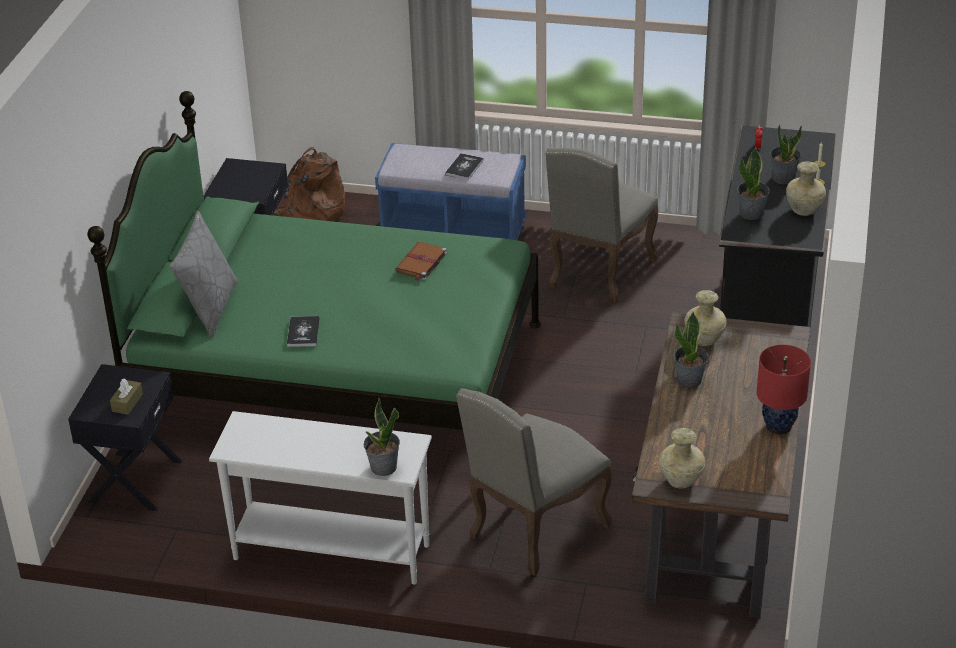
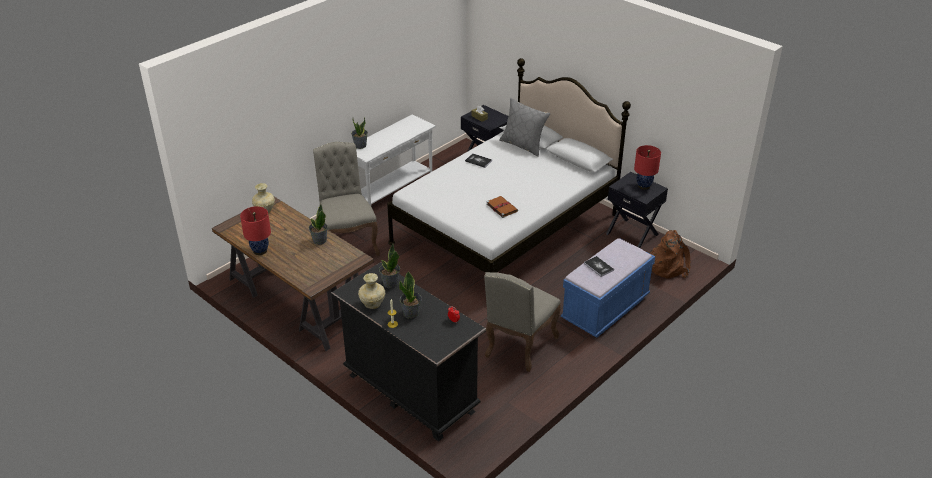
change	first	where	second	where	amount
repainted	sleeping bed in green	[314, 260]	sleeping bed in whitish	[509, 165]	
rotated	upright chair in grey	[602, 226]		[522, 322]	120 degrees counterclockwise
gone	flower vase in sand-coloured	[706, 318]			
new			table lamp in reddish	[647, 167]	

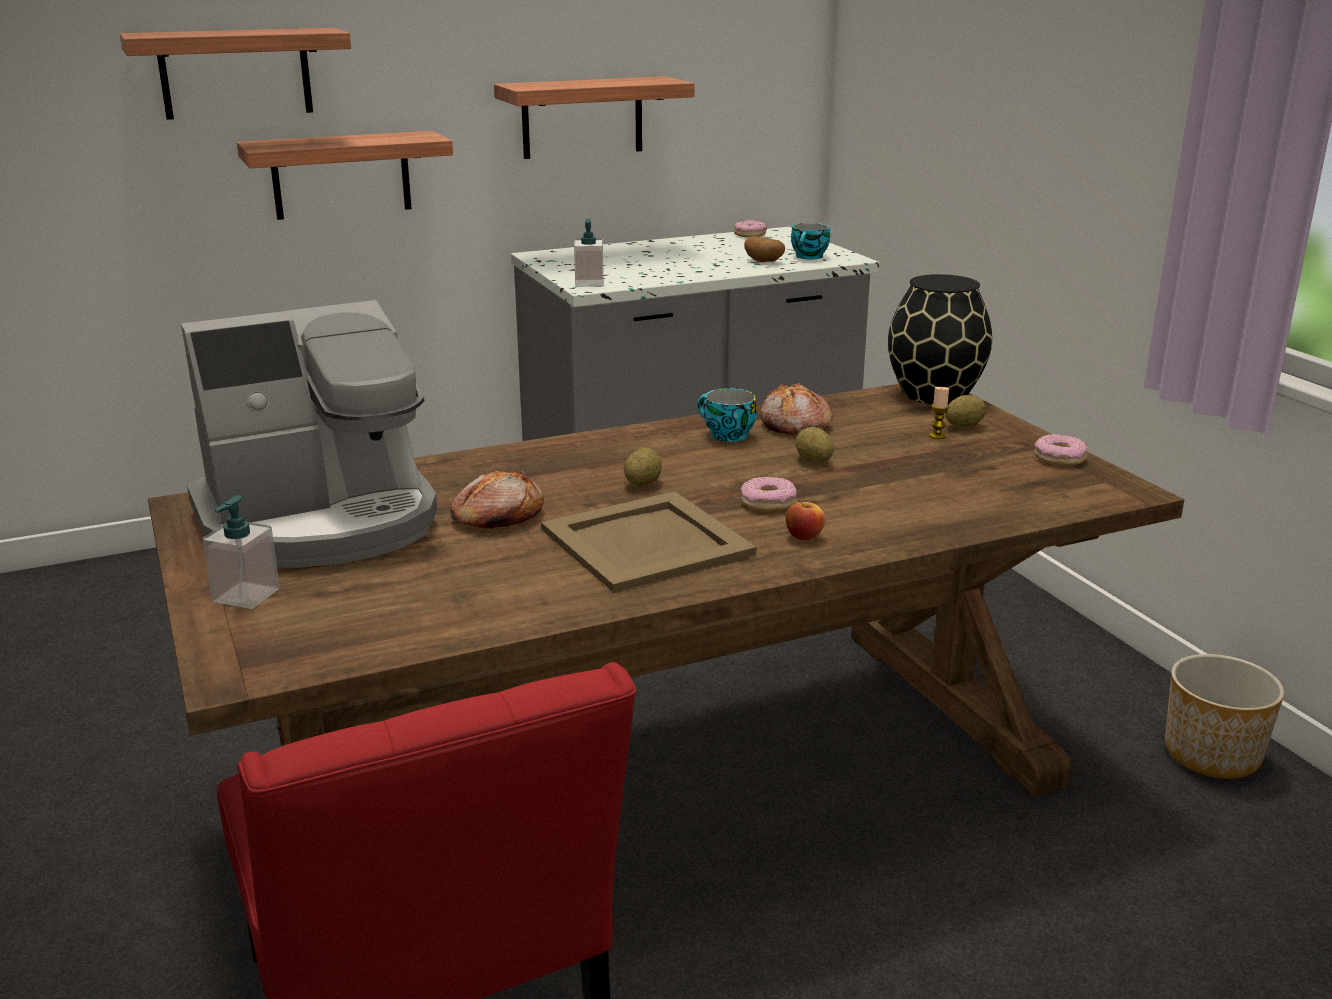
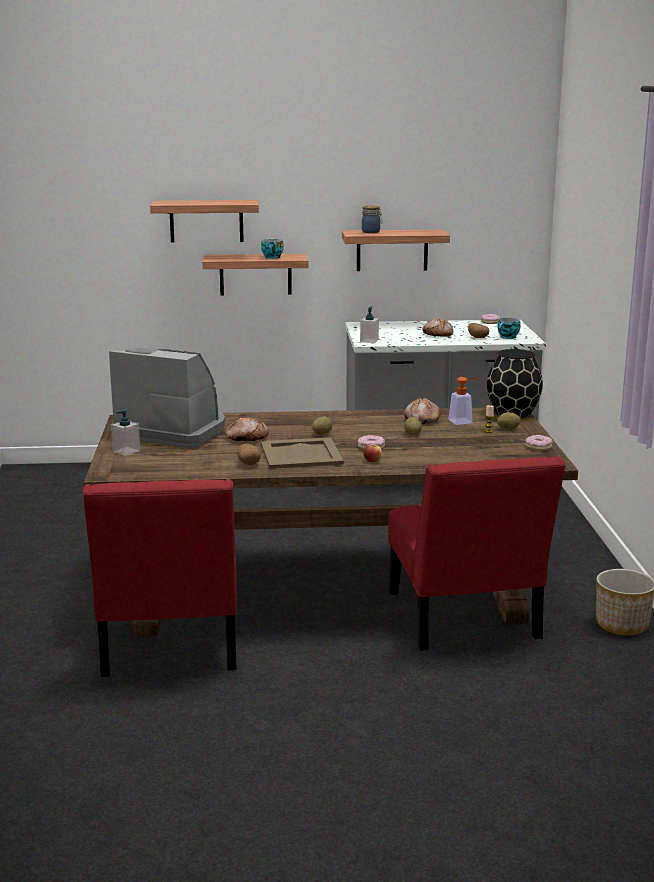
change	first	where	second	where	amount
rotated	coffee machine	[309, 434]		[167, 398]	150 degrees counterclockwise
shifted	cup	[727, 415]		[272, 249]	
new			storage jar	[372, 219]	
new			bread	[437, 327]	
new			soap dispenser	[464, 401]	
new			whole potato	[249, 454]	
new			upright chair in reddish	[477, 553]	

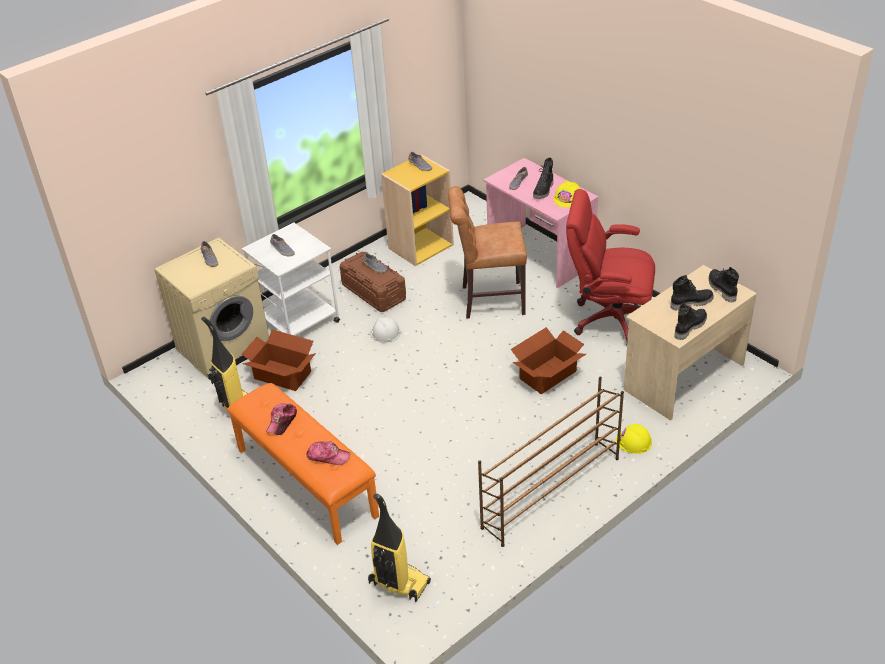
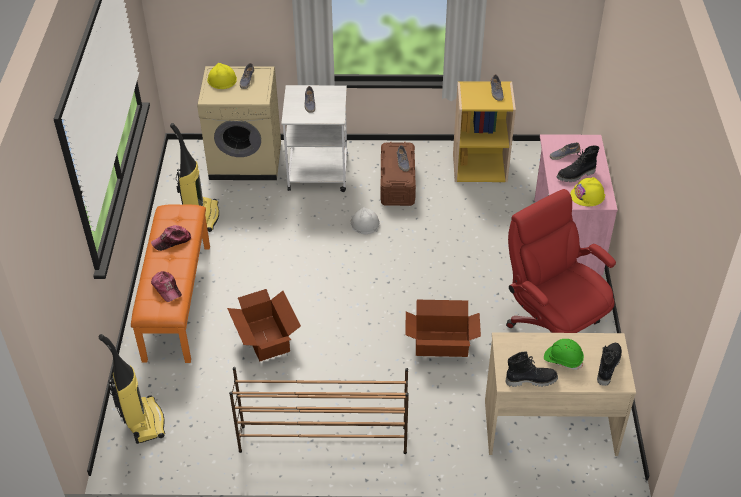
change	first	where	second	where	amount
gone	upright chair in brown-coloured	[487, 252]			
swapped	high-top boot in black	[692, 293]	work helmet in green	[564, 354]	
shifted	packing box	[279, 360]		[264, 325]	
shifted	work helmet in yellow-coloured	[633, 439]		[222, 76]	

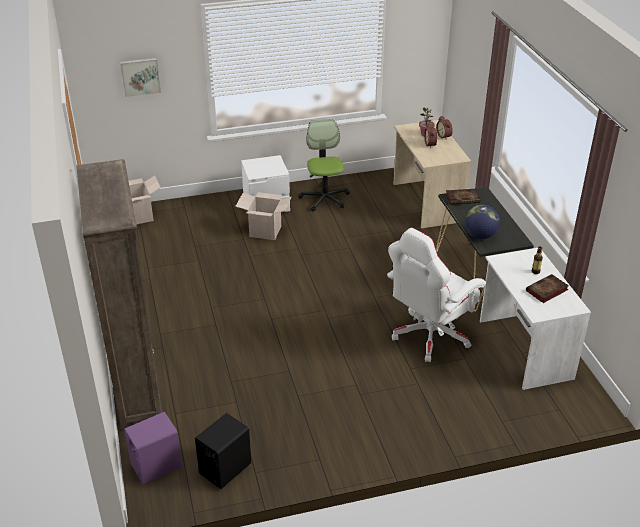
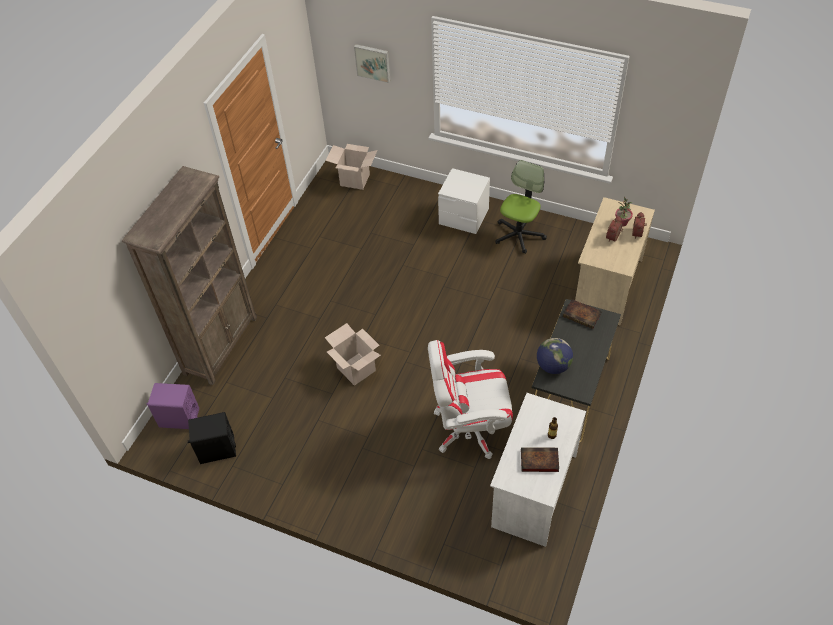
change	first	where	second	where	amount
shifted	packing box	[263, 216]		[353, 354]	

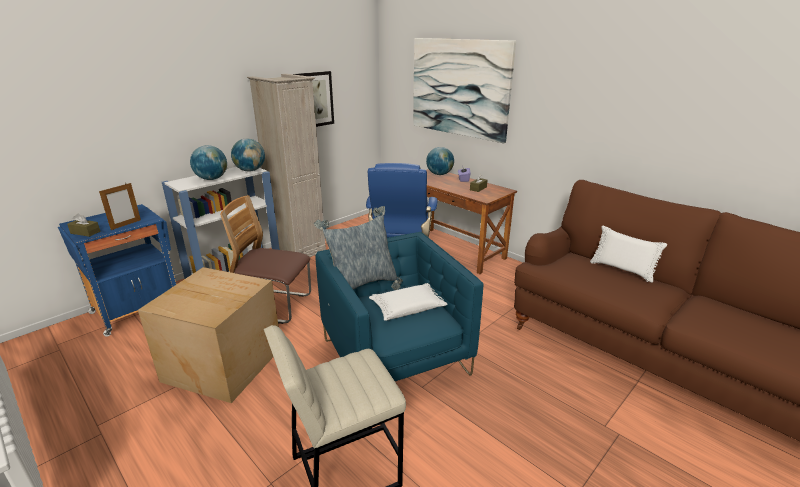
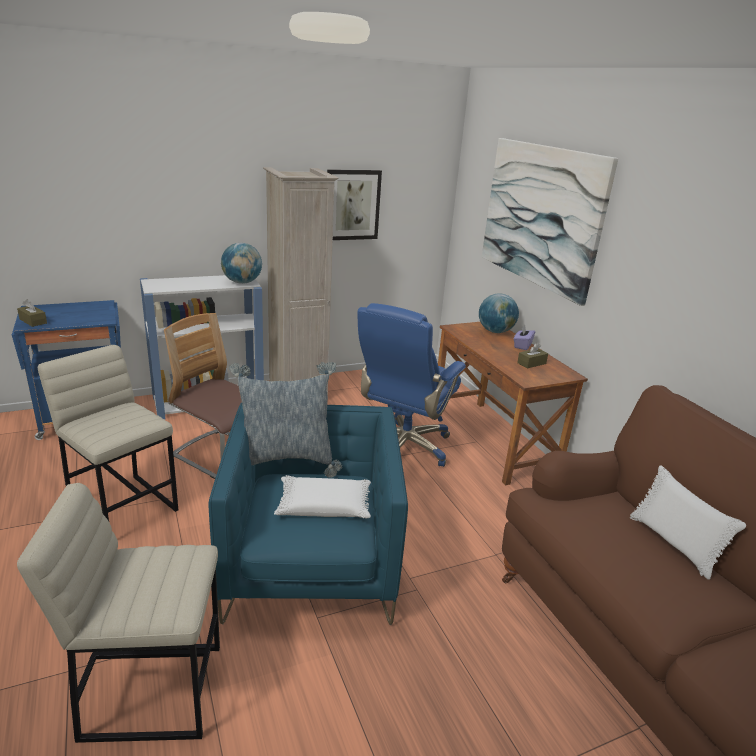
change	first	where	second	where	amount
gone	desk globe	[208, 162]			
gone	picture frame	[120, 206]			
swapped	packing box	[208, 335]	upright chair in sand-coloured	[108, 433]	

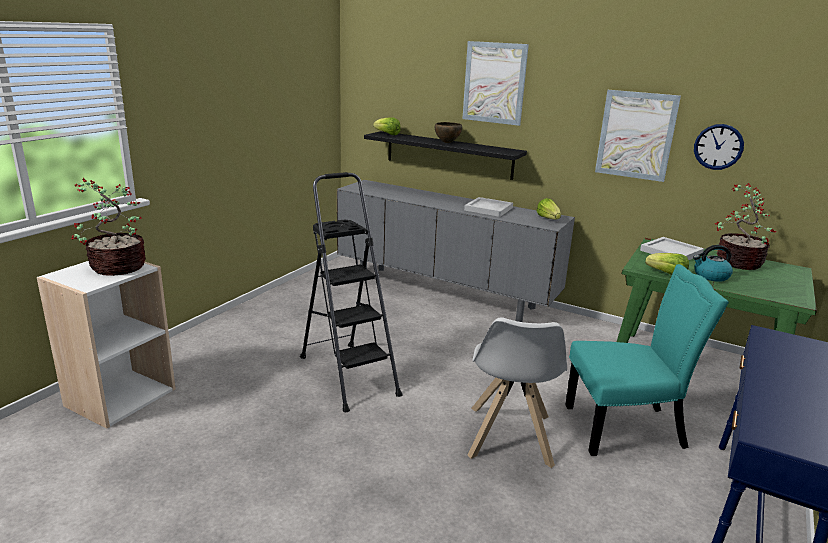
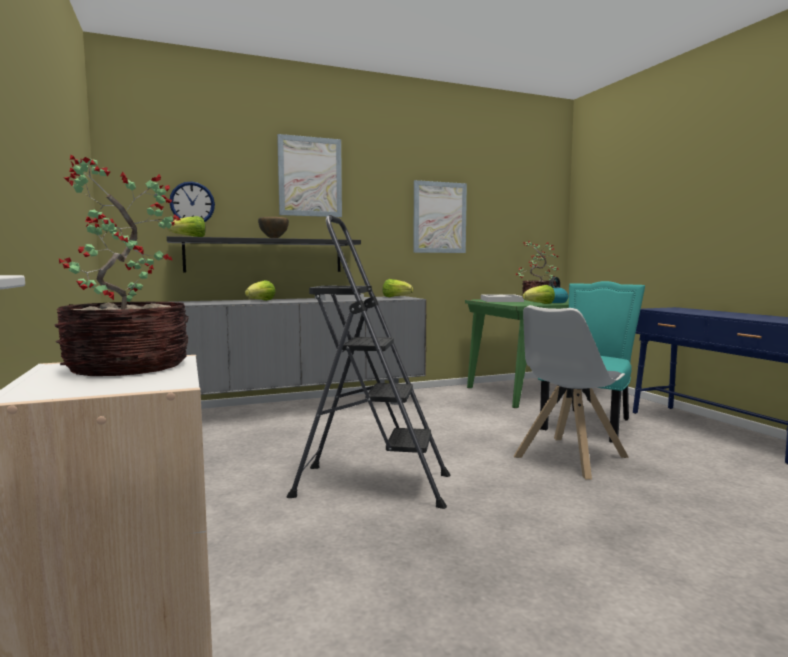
change	first	where	second	where	amount
shifted	clock on the wall	[719, 147]		[192, 201]	
rotated	upright chair	[517, 392]		[571, 392]	90 degrees clockwise
new			head of lettuce	[260, 290]	

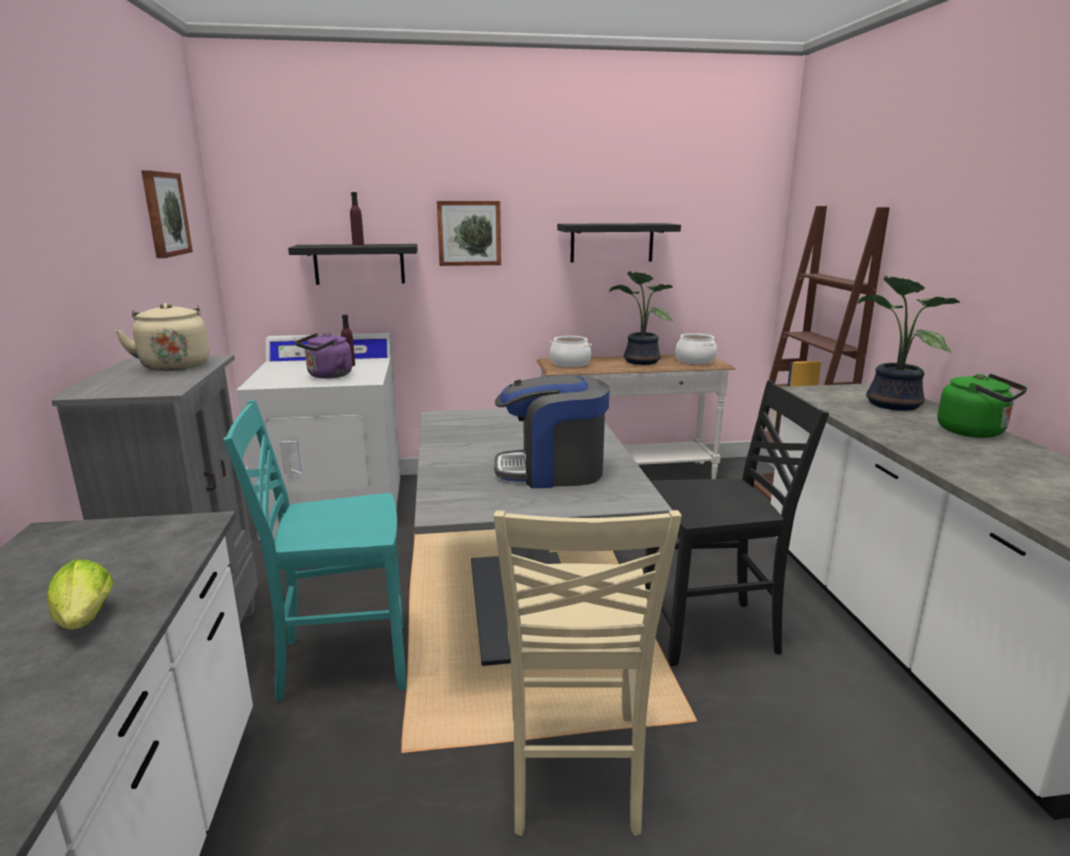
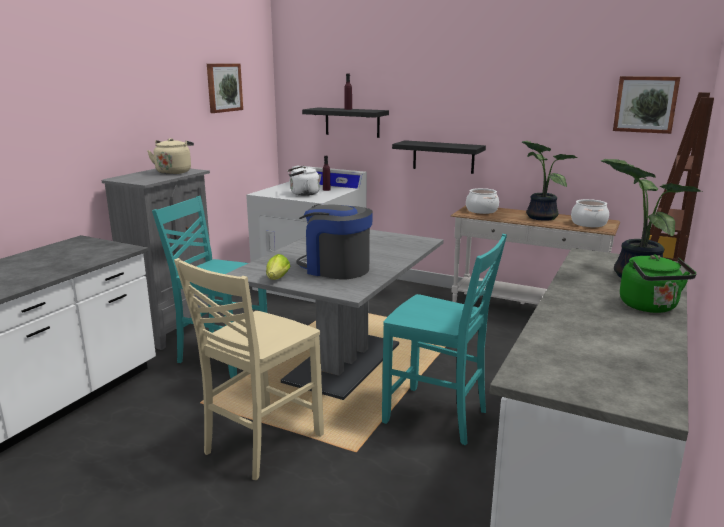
change	first	where	second	where	amount
shifted	wall picture	[469, 233]		[646, 105]	
shifted	shelf in black	[619, 243]		[439, 157]	
repainted	tea kettle in purple	[323, 356]	tea kettle in whitish	[304, 181]	
repainted	upright chair in black	[736, 523]	upright chair in blue-green	[444, 339]	
shifted	head of lettuce	[80, 595]		[278, 267]	

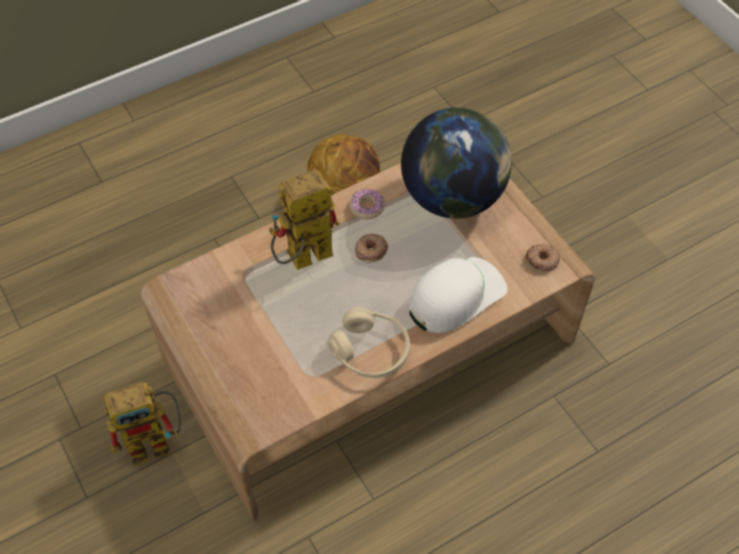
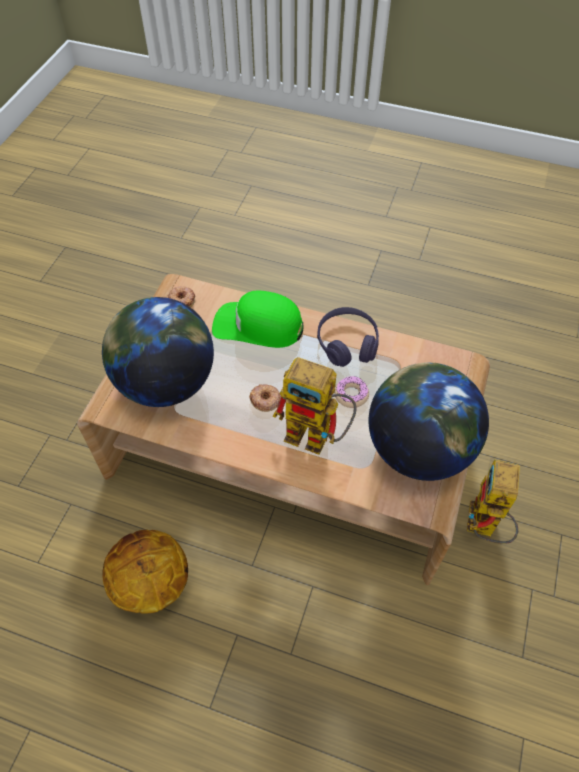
change	first	where	second	where	amount
shifted	donut	[367, 204]		[351, 392]	
repainted	cap in whitish	[458, 295]	cap in green	[257, 319]	
repainted	headphones in sand-coloured	[369, 342]	headphones in purple	[348, 337]	
rotated	toy robot	[143, 424]		[493, 502]	105 degrees counterclockwise
new			desk globe	[429, 421]	

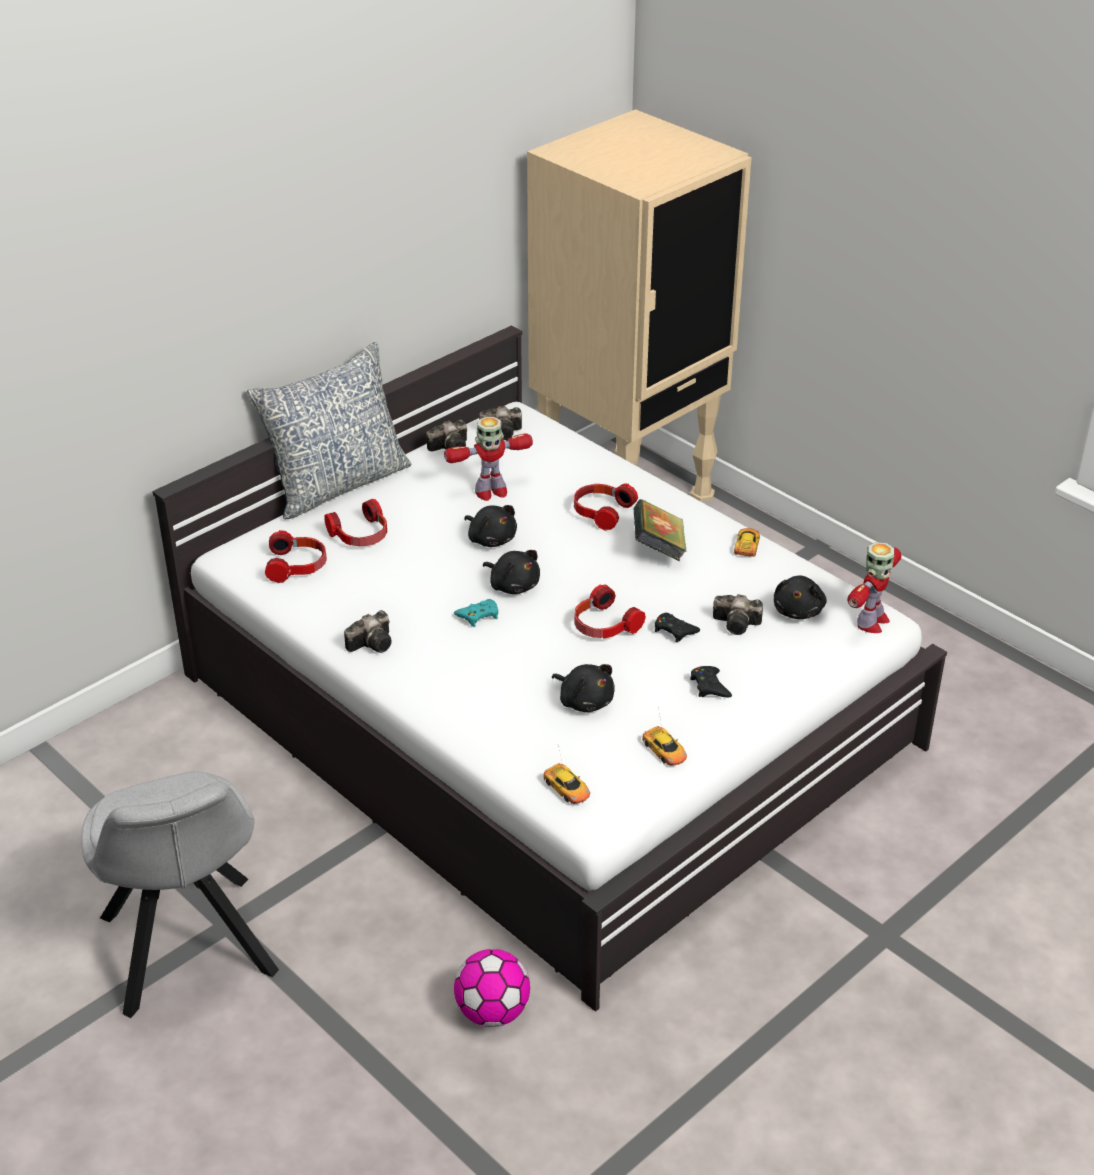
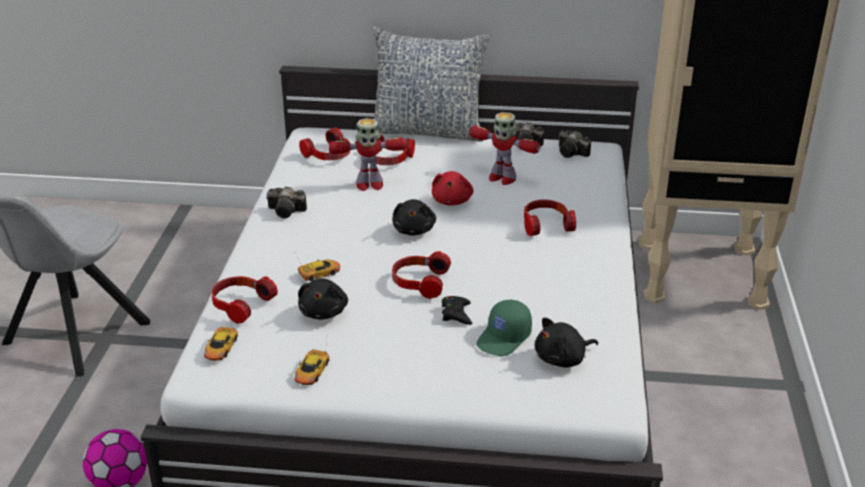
change	first	where	second	where	amount
gone	book	[659, 530]			
repainted	plush toy in black	[490, 526]	plush toy in reddish	[452, 188]	
shifted	miniature car	[747, 542]		[317, 267]	
shifted	toy robot	[874, 587]		[367, 154]	
swapped	still camera	[738, 614]	cap in green	[504, 328]	
gone	gamepad in blue-green	[476, 613]			
gone	gamepad in black	[711, 681]			
new			headphones	[244, 300]	

